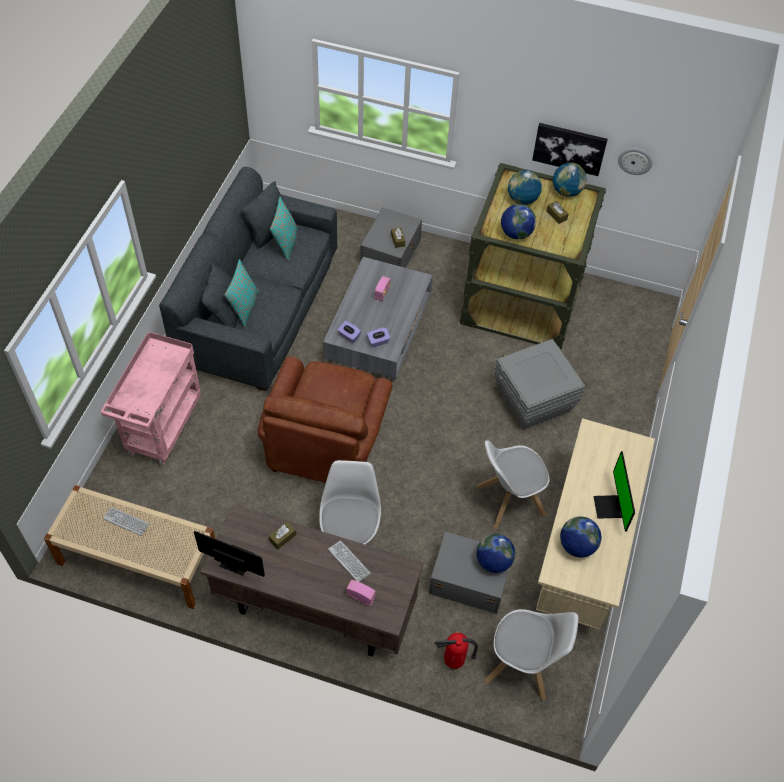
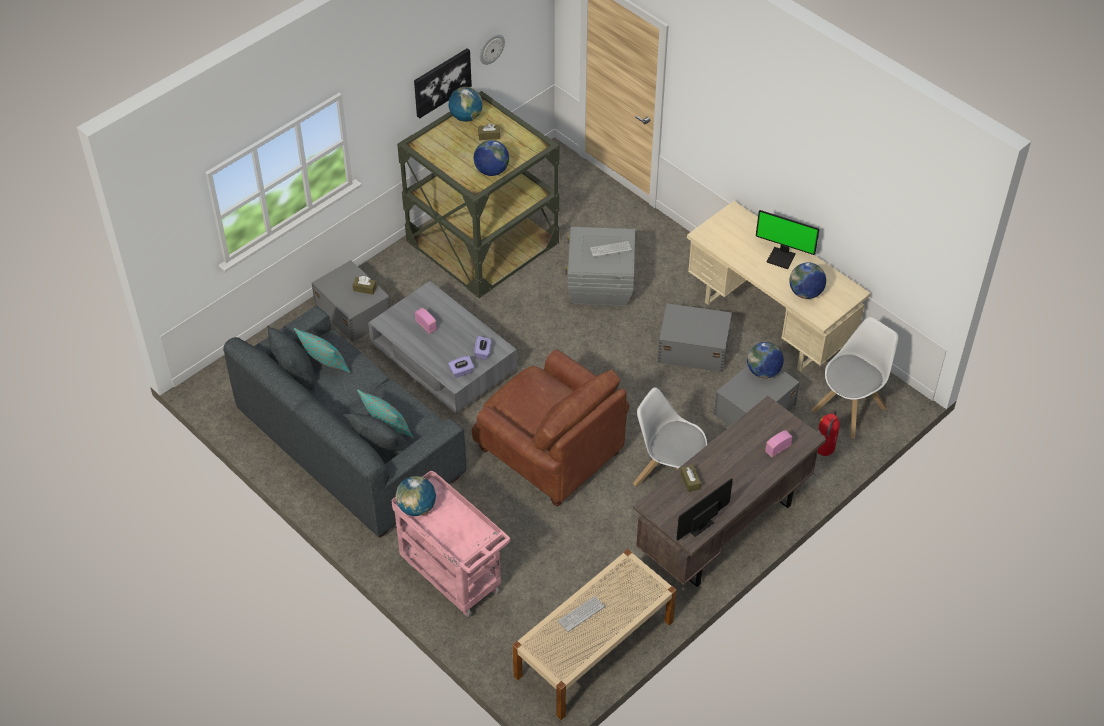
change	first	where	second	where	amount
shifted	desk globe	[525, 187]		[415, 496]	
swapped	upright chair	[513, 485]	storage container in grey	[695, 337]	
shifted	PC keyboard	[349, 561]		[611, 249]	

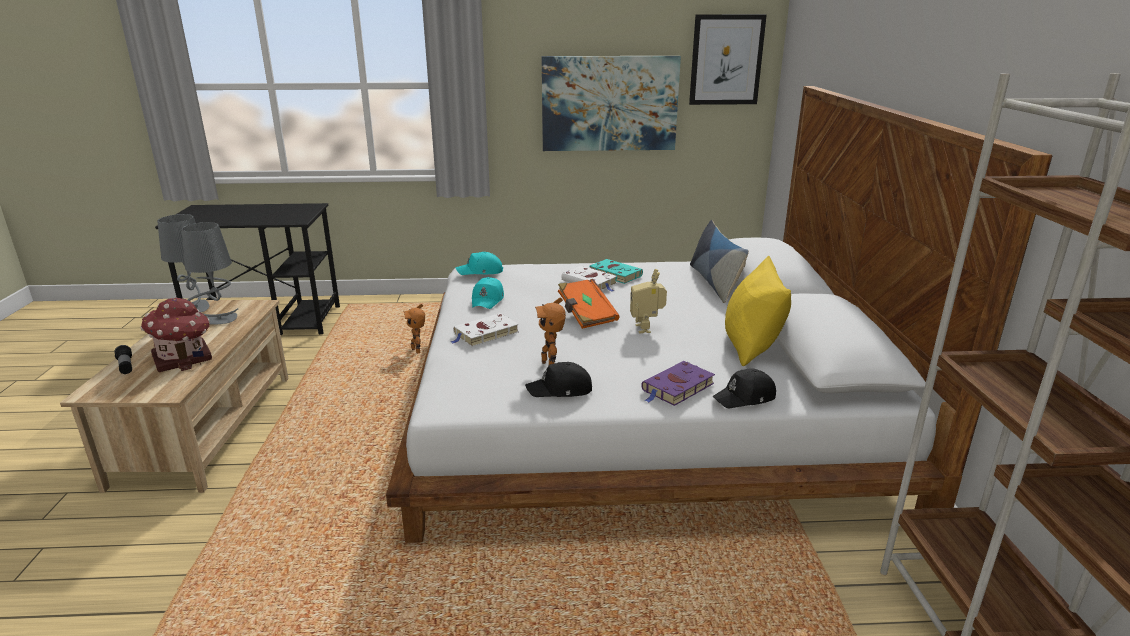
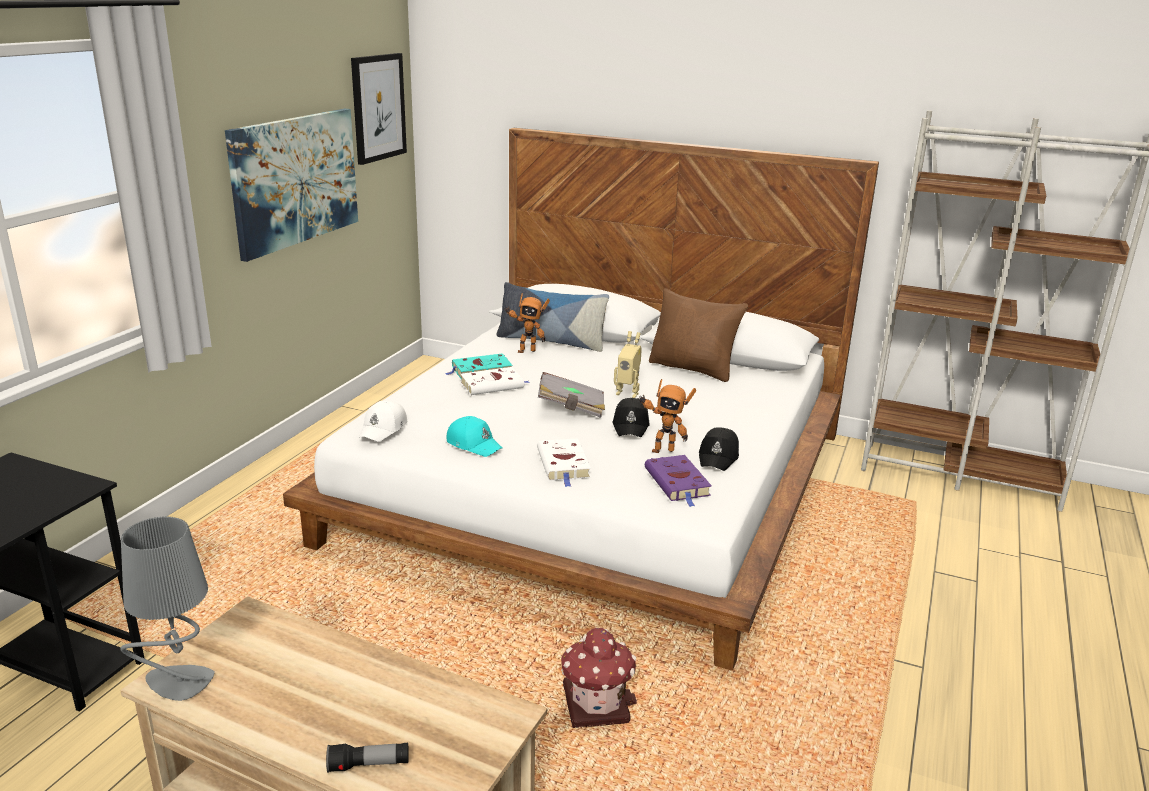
change	first	where	second	where	amount
gone	table lamp in grey	[210, 273]			
repainted	cap in blue-green	[479, 263]	cap in whitish	[383, 421]	
repainted	throw pillow in yellow-coloured	[758, 311]	throw pillow in brown-coloured	[698, 335]	
repainted	book in orange	[589, 304]	book in grey	[571, 395]	
shifted	miniature house	[176, 335]		[599, 678]	
shifted	toy robot	[414, 328]		[527, 323]	
shifted	book in purple	[678, 383]		[678, 481]	
shifted	cap in black	[744, 388]		[631, 417]	

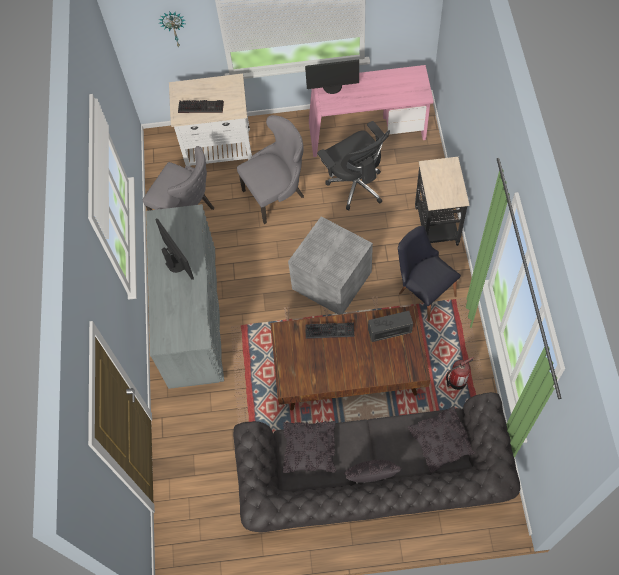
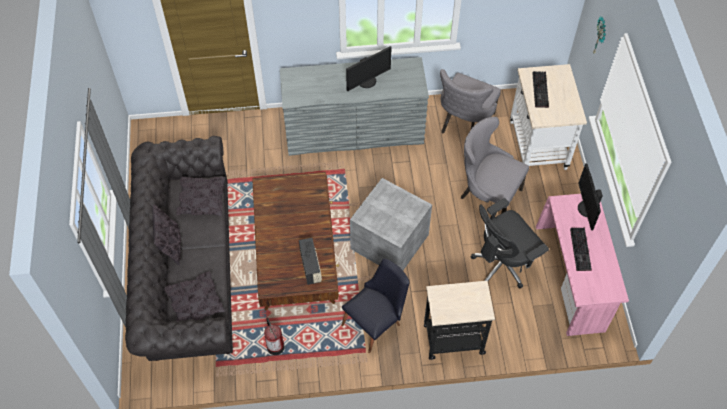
change	first	where	second	where	amount
rotated	upright chair in grey	[270, 169]		[495, 165]	150 degrees clockwise
shifted	PC keyboard	[330, 330]		[581, 249]	

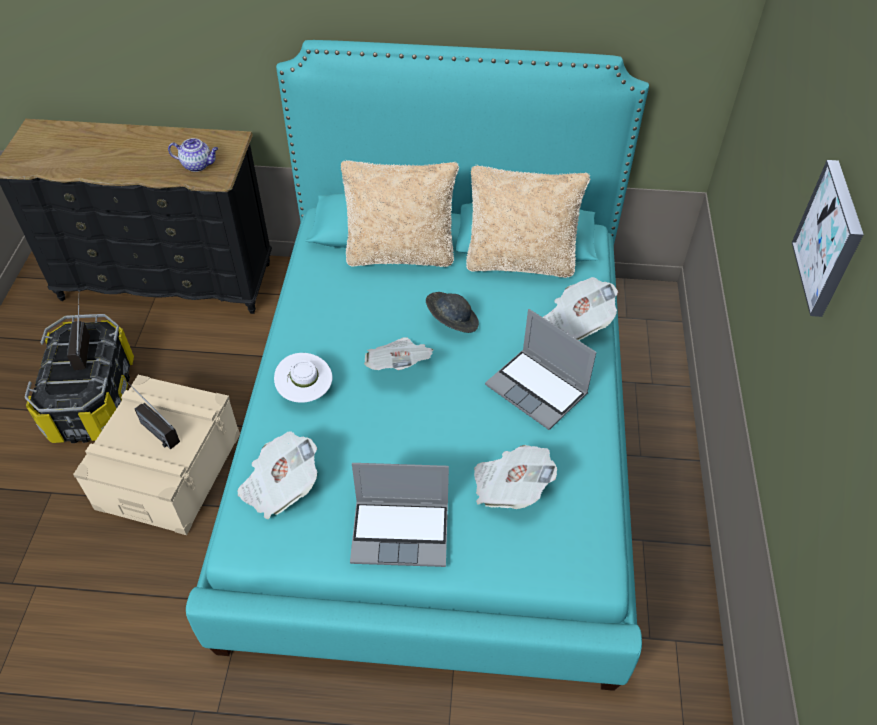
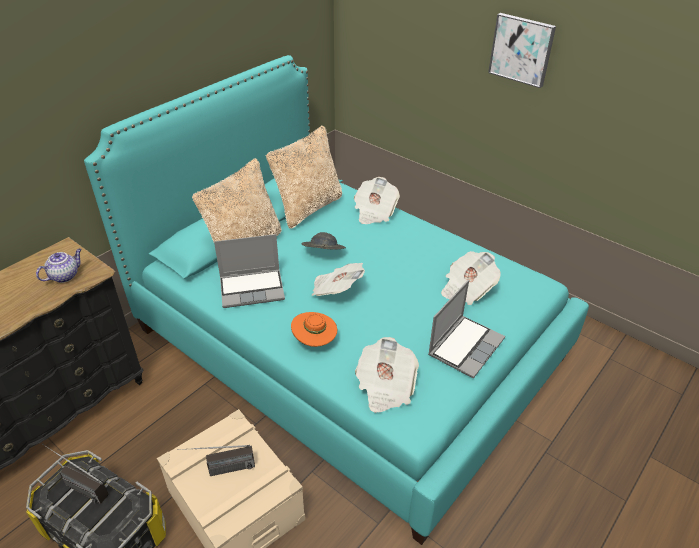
change	first	where	second	where	amount
shifted	notebook computer	[540, 369]		[249, 271]	
repainted	clothing hat in whitish	[303, 378]	clothing hat in orange	[314, 329]	

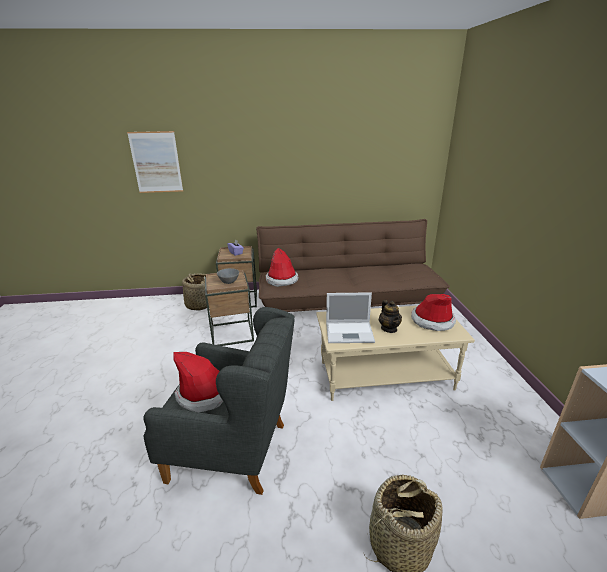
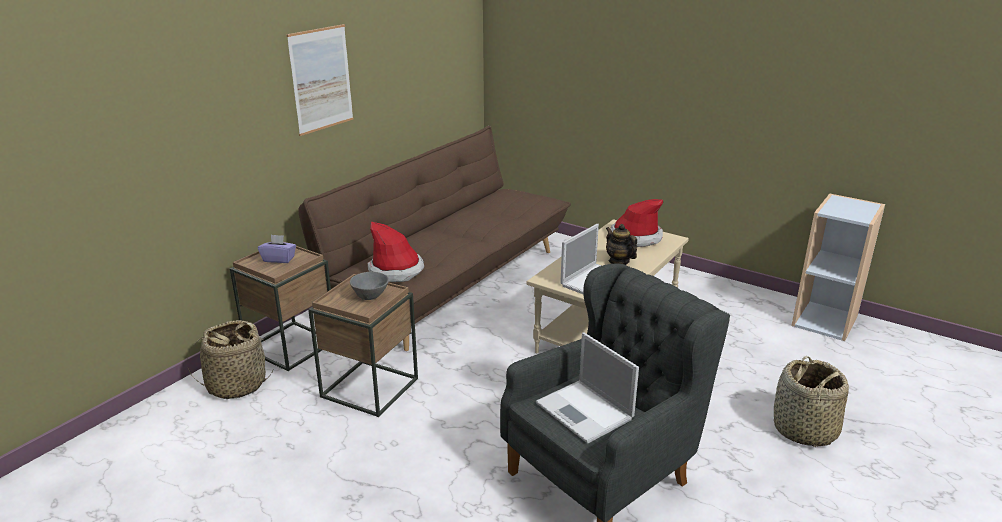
change	first	where	second	where	amount
shifted	wall picture	[155, 162]		[320, 80]	
rotated	tea pot	[390, 316]		[621, 244]	150 degrees counterclockwise
swapped	clothing hat	[198, 382]	notebook computer	[587, 388]	

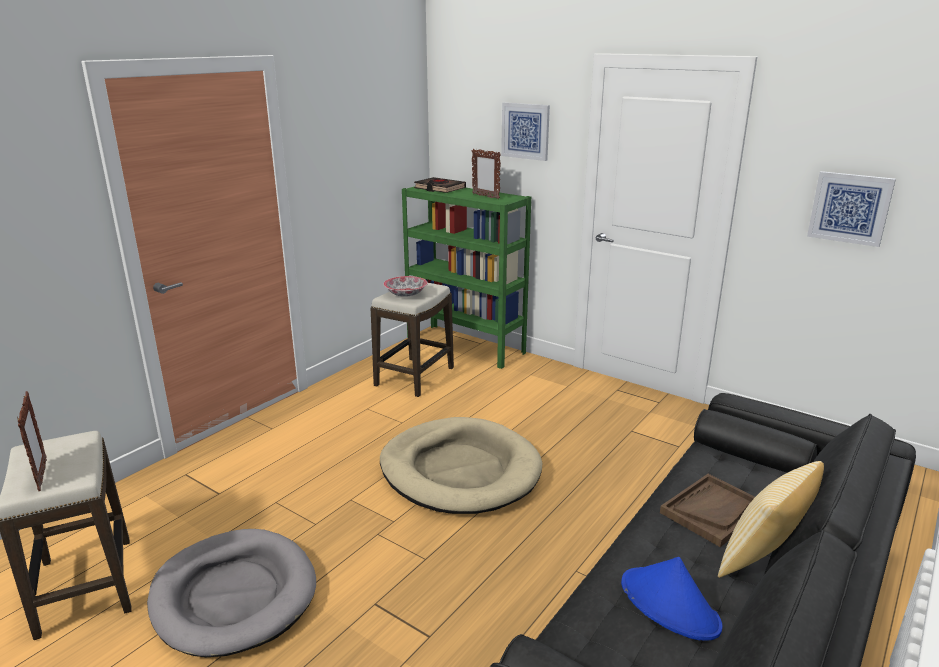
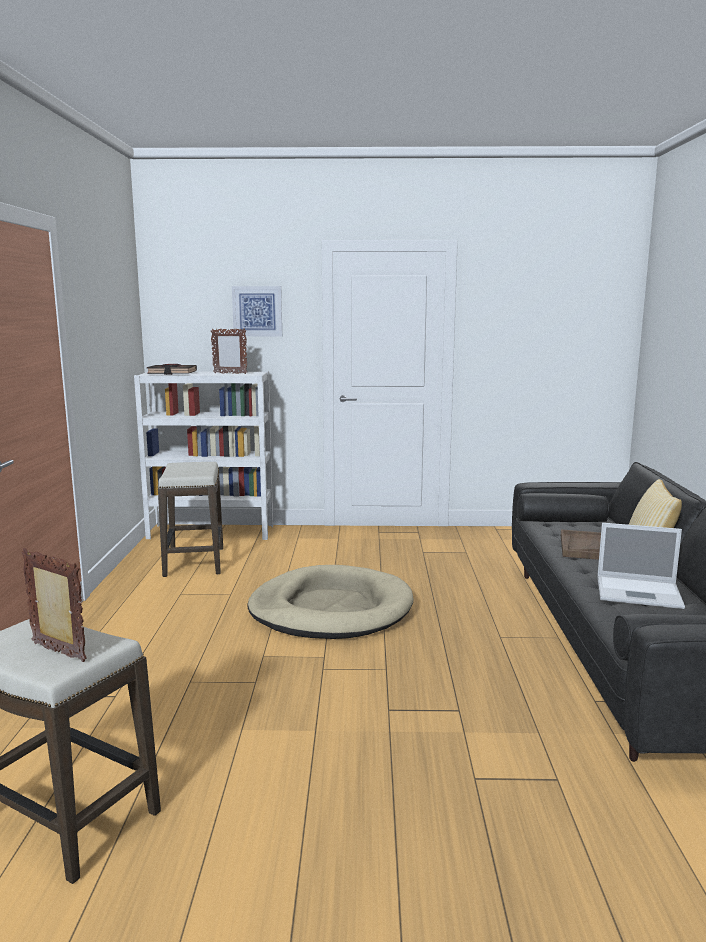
change	first	where	second	where	amount
gone	wall picture	[851, 209]			
repainted	shelving unit in green	[466, 277]	shelving unit in whitish	[203, 455]	
gone	deep dish	[405, 286]			
gone	dog cushion in grey	[231, 593]			
swapped	clothing hat in bluish	[671, 599]	notebook computer	[641, 566]	

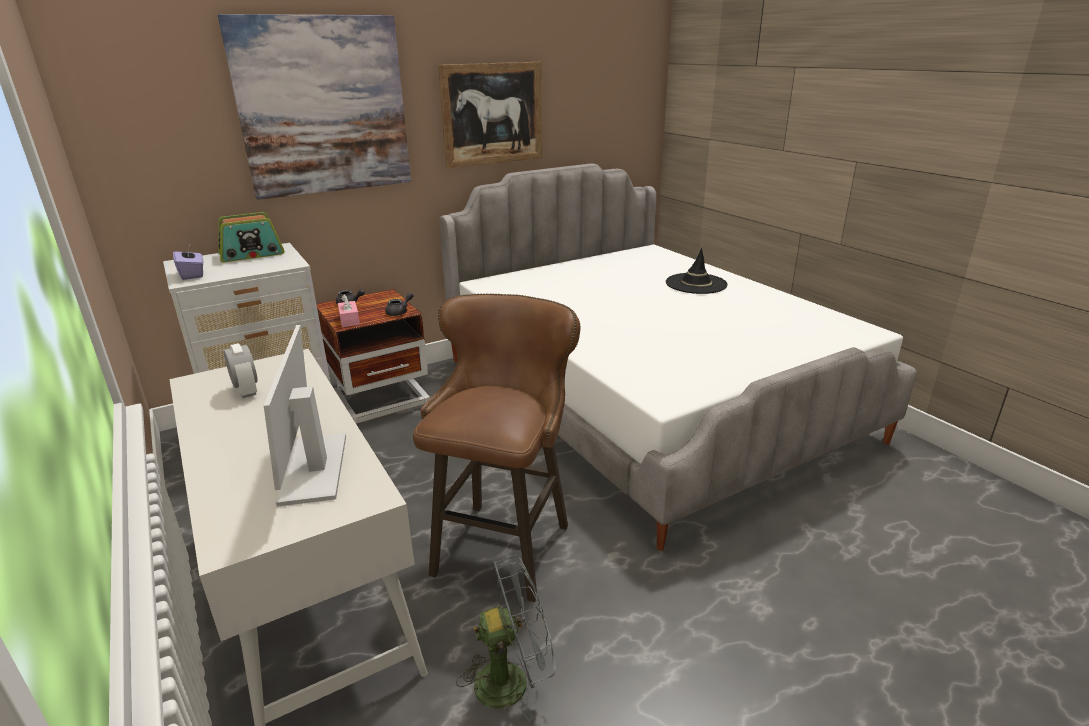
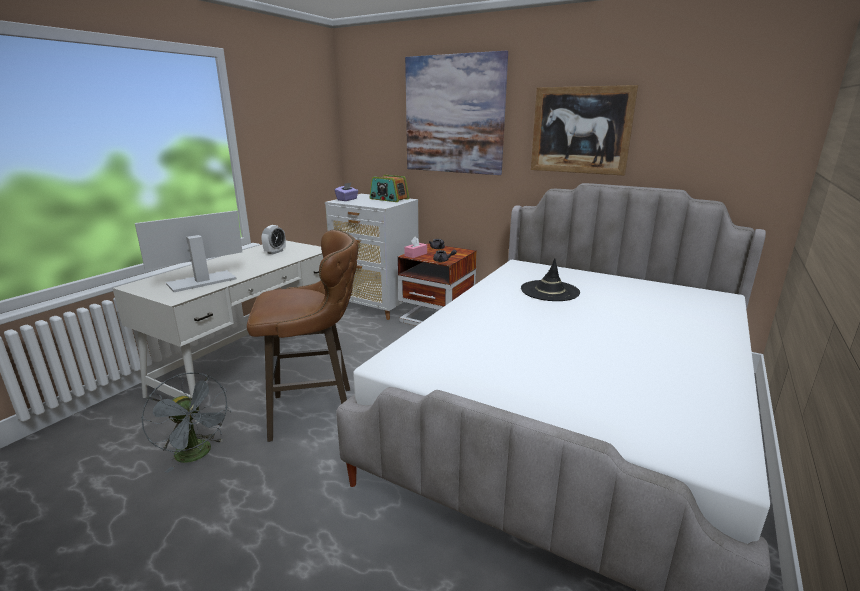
change	first	where	second	where	amount
shifted	clothing hat in black	[697, 271]		[550, 279]	

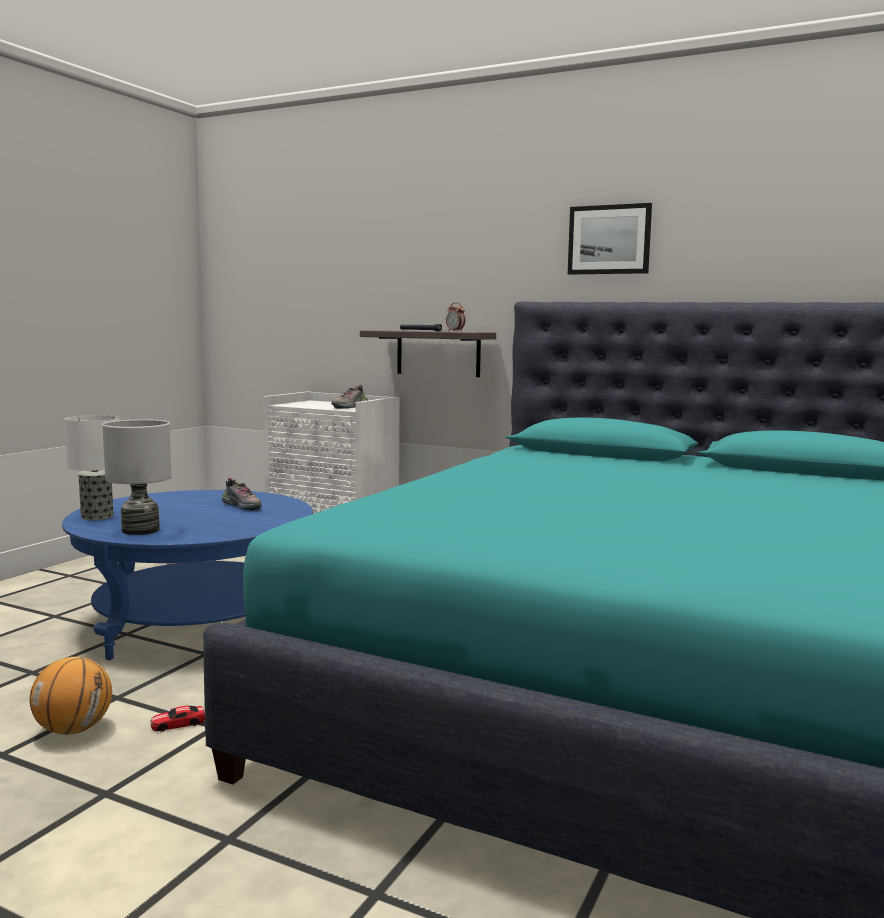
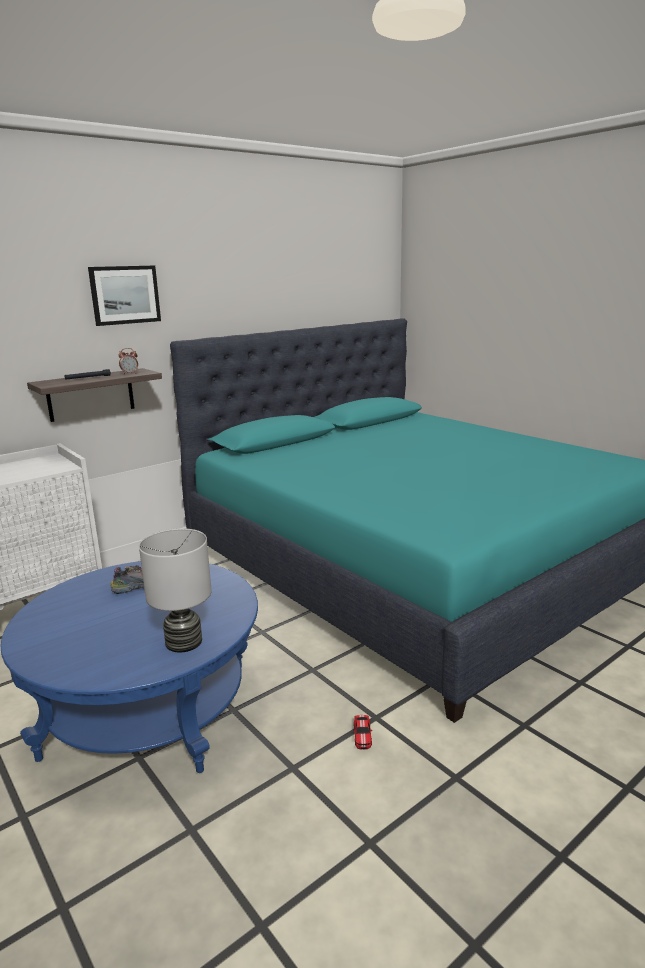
change	first	where	second	where	amount
shifted	wall picture	[610, 238]		[124, 296]	
gone	item of footwear	[349, 397]			
gone	table lamp	[91, 467]			
gone	ball for basketball	[71, 696]			

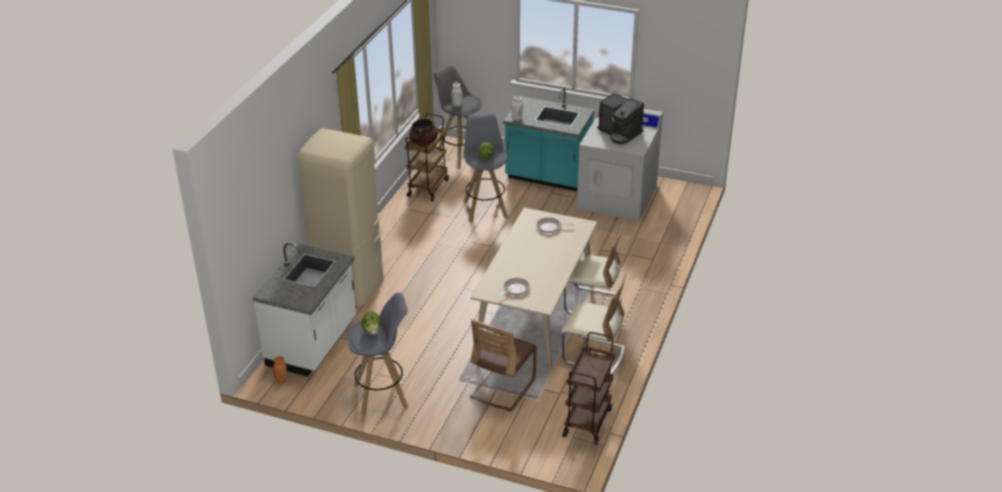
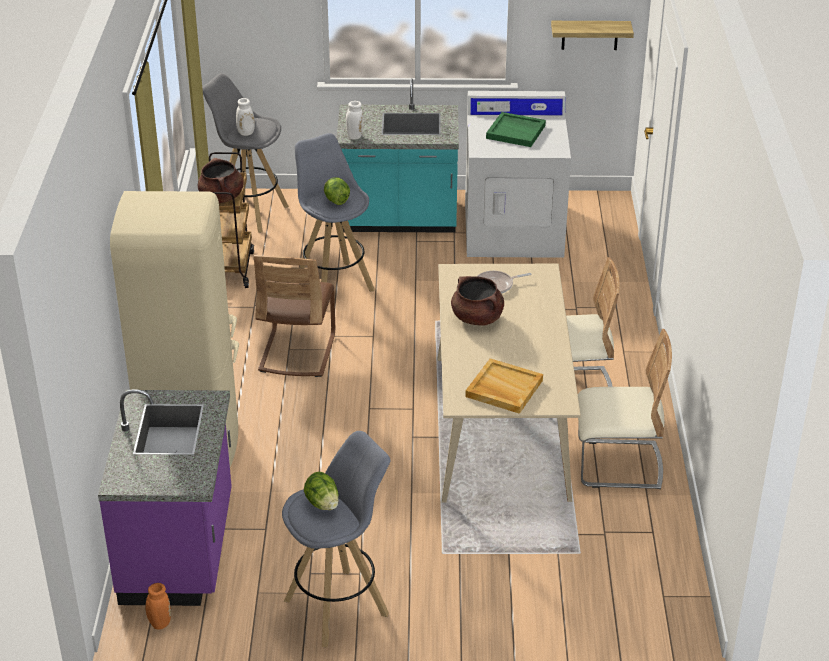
change	first	where	second	where	amount
swapped	coffee machine	[620, 118]	tray in green	[516, 129]	
repainted	counter in whitish	[304, 310]	counter in purple	[165, 497]	
swapped	frying pan	[513, 288]	tray in sand-coloured	[504, 386]	
shifted	upright chair in brown-coloured	[503, 365]		[294, 316]	
gone	trolley in brown-coloured	[588, 388]			
new			shelf	[592, 35]	
new			cooking pot in brown-coloured	[477, 301]	

